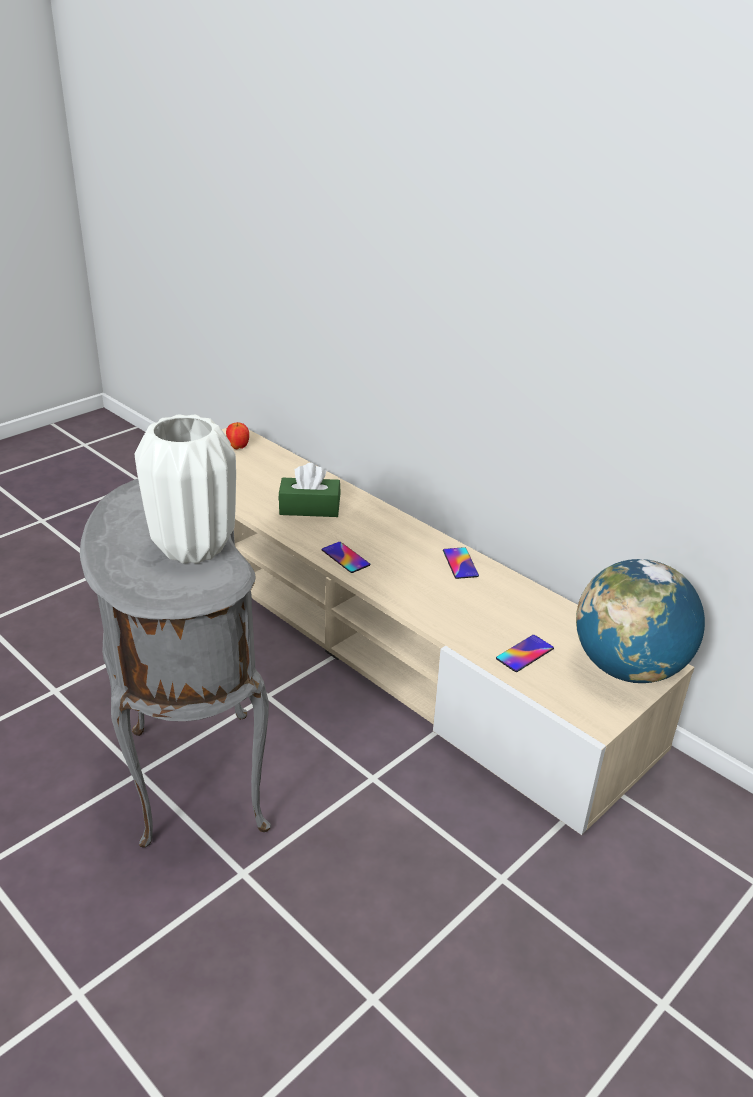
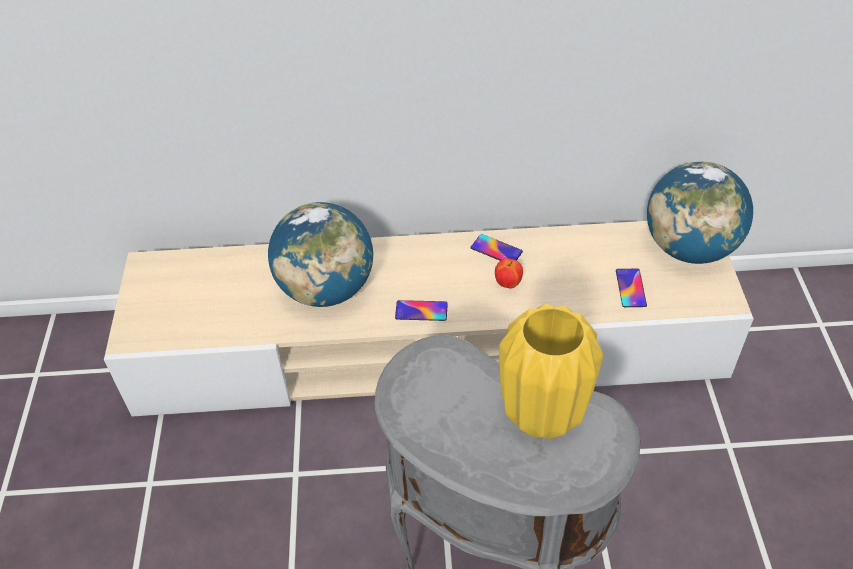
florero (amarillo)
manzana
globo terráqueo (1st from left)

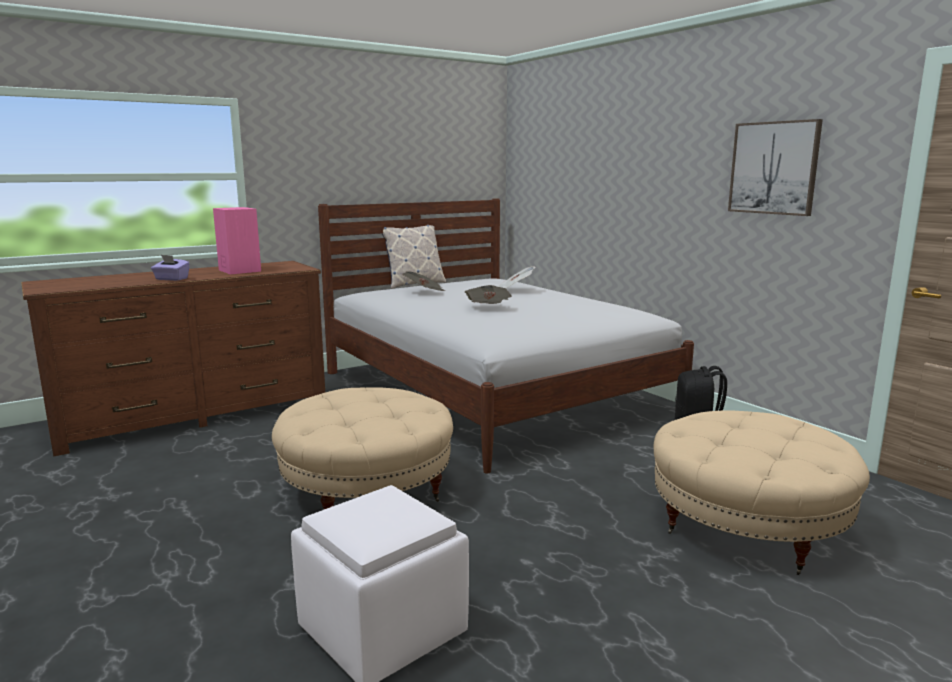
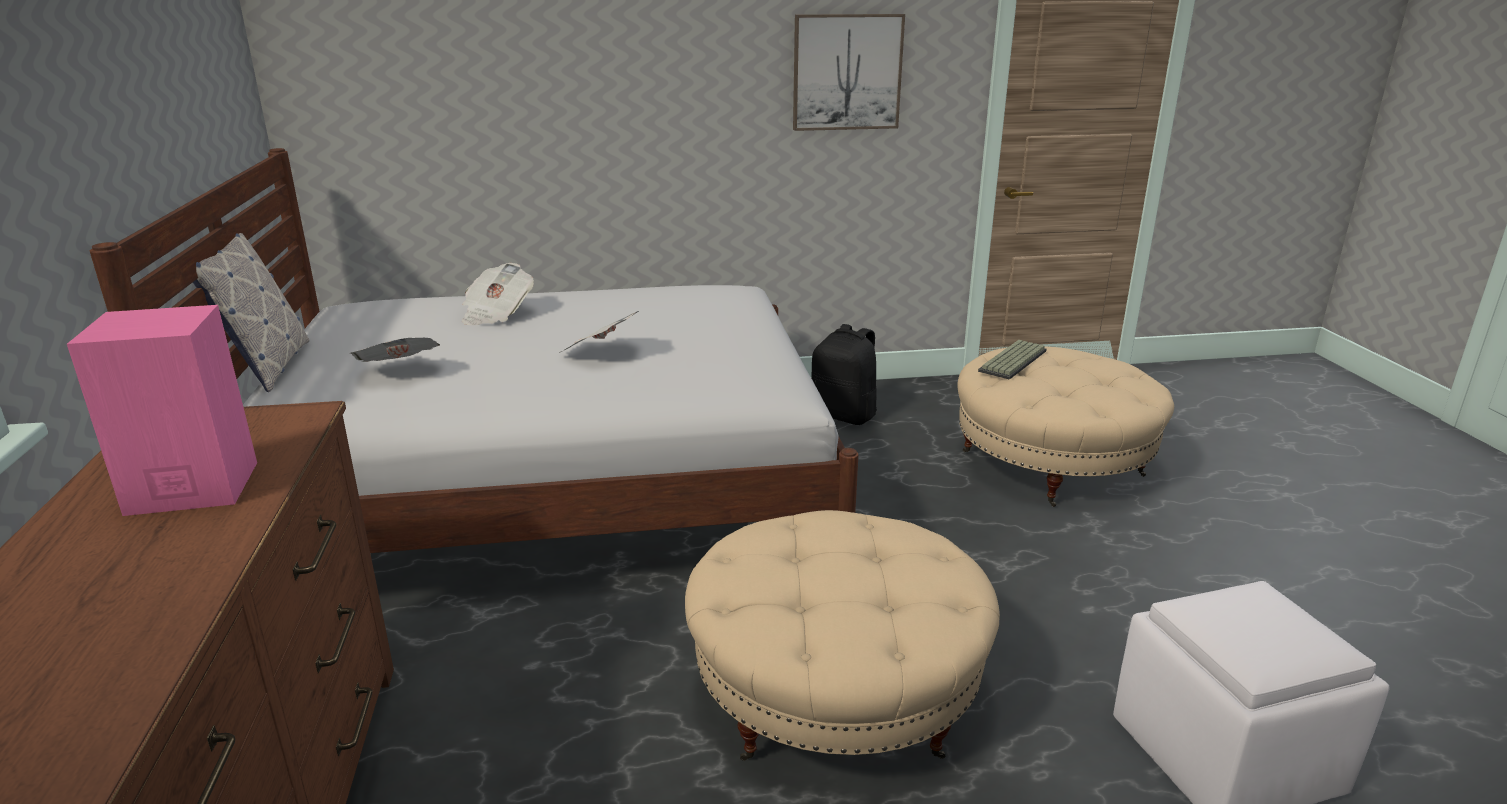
caja de pañuelos (morado)
teclado

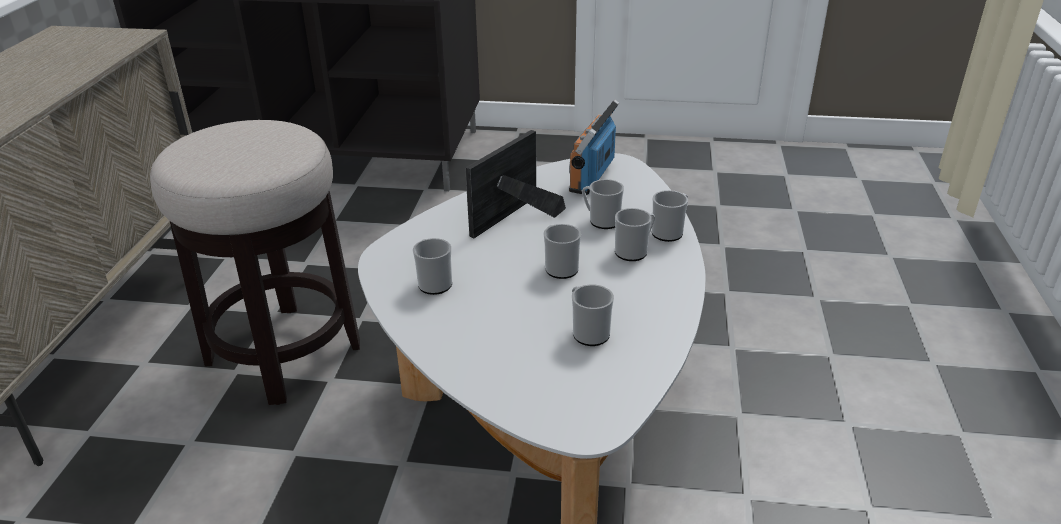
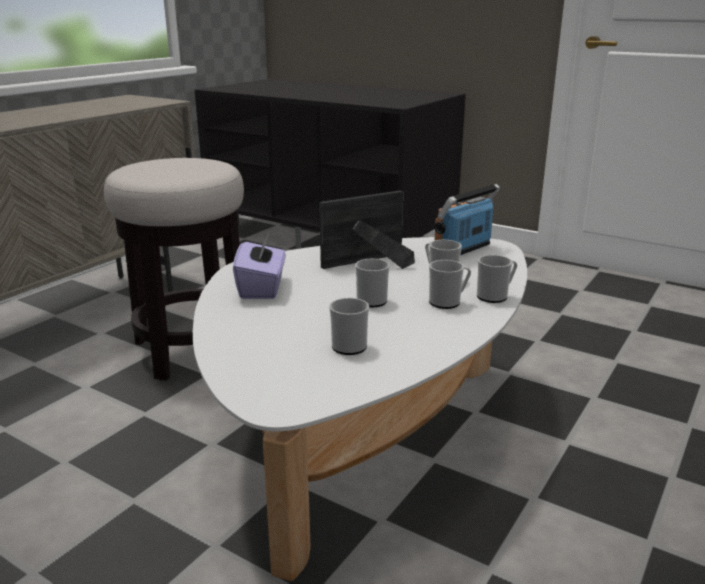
caja de pañuelos (morado)

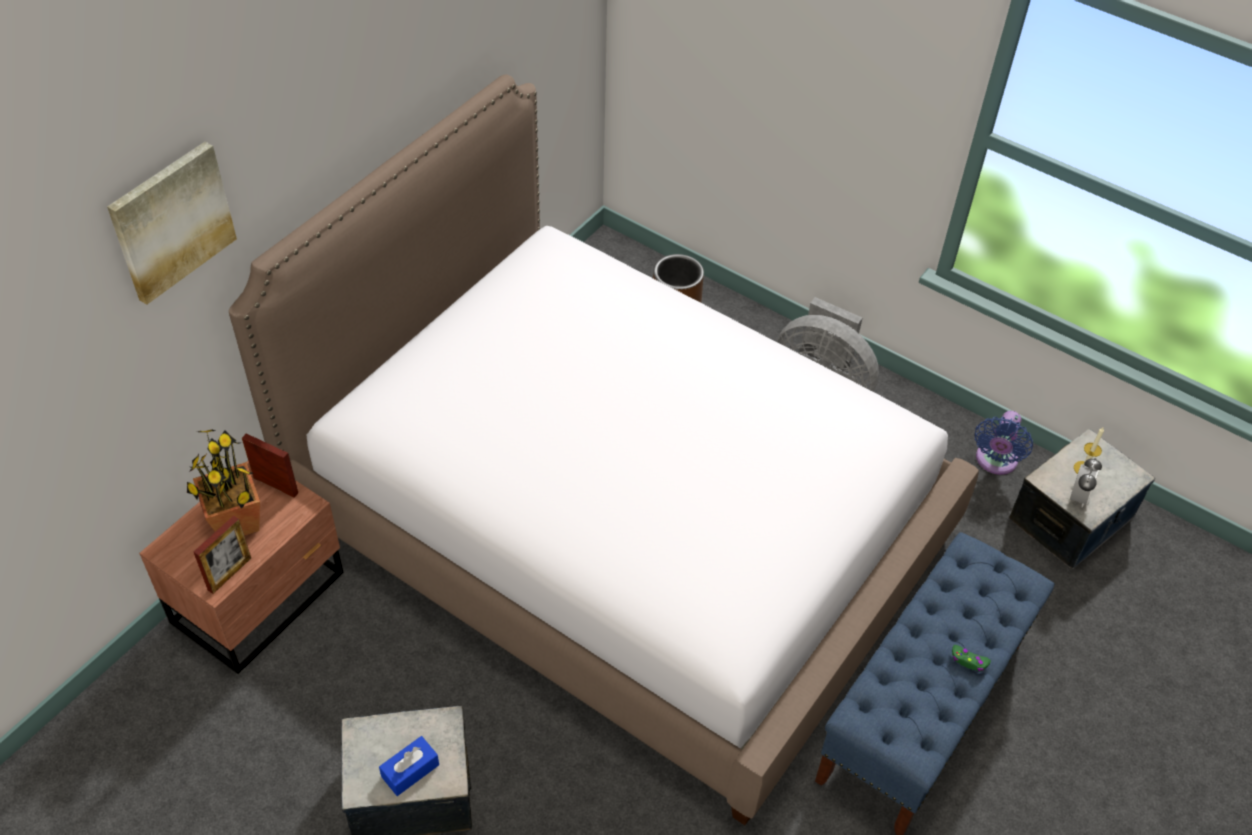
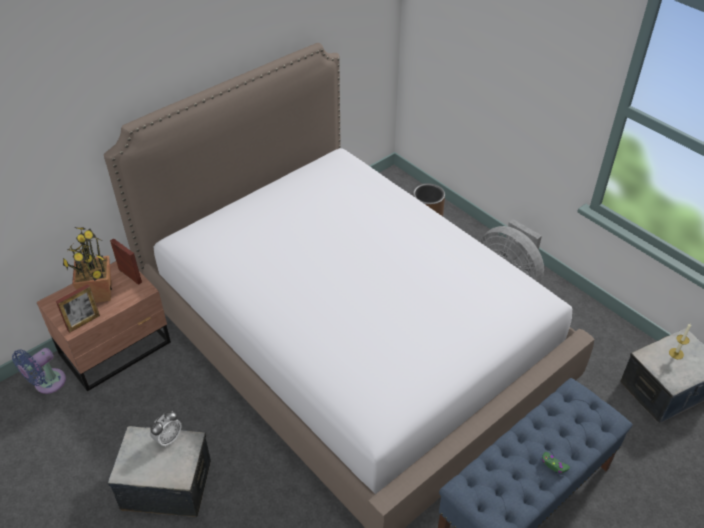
cuadro
ventilador (azul)
despertador
caja de pañuelos (azul)

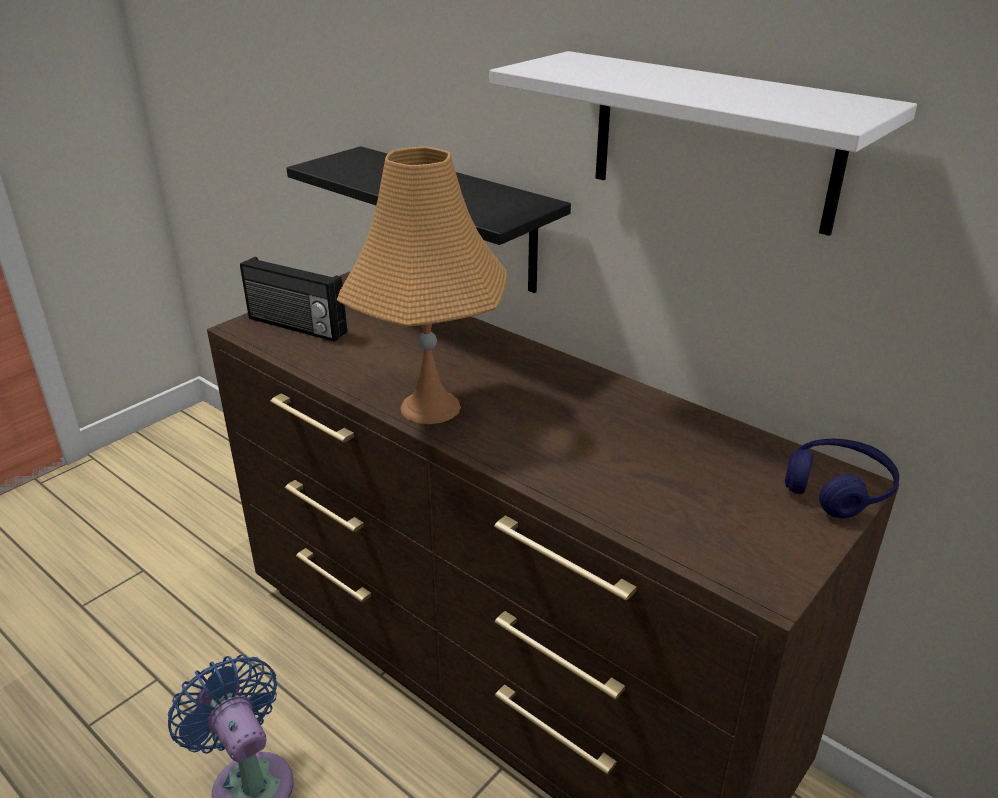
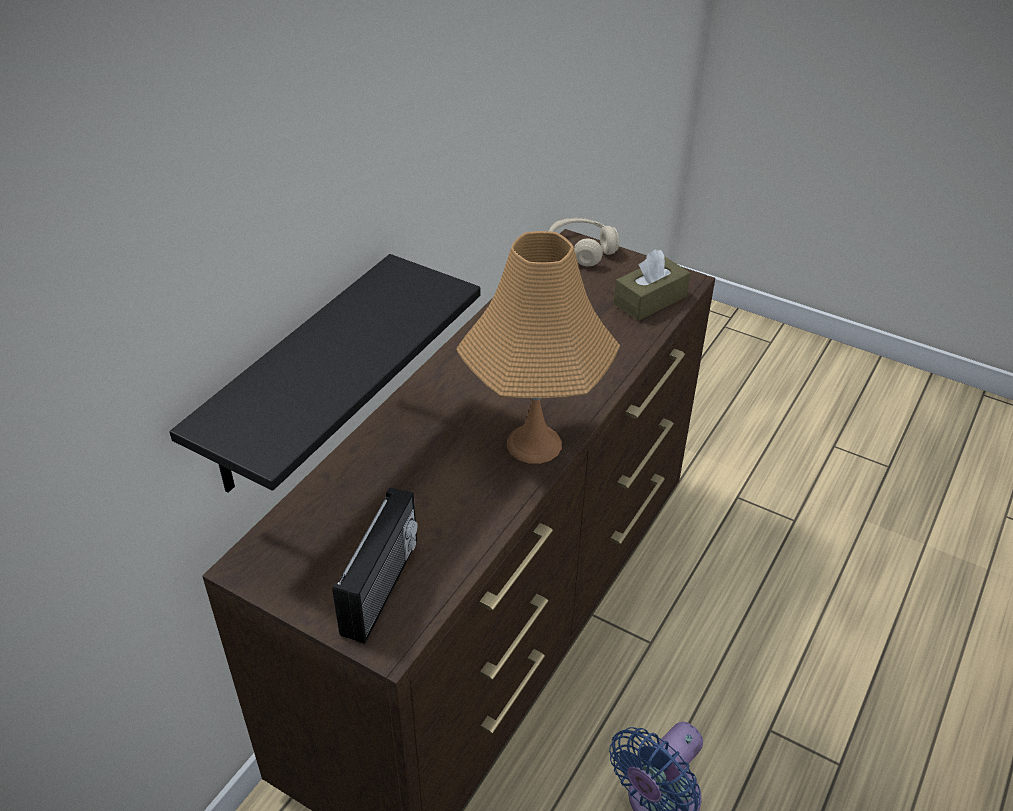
estante (blanco)
auriculares (beis)
caja de pañuelos (marrón)

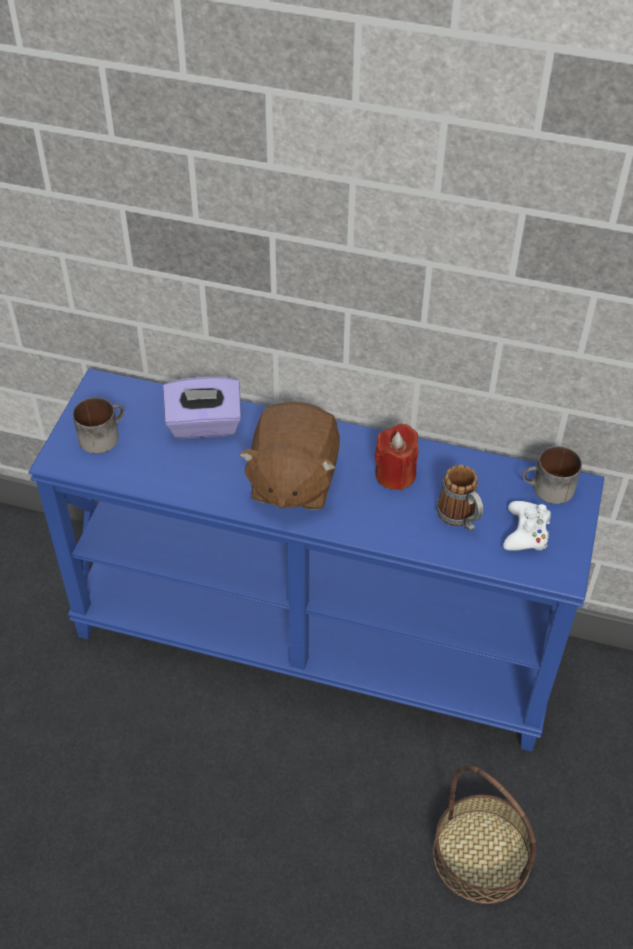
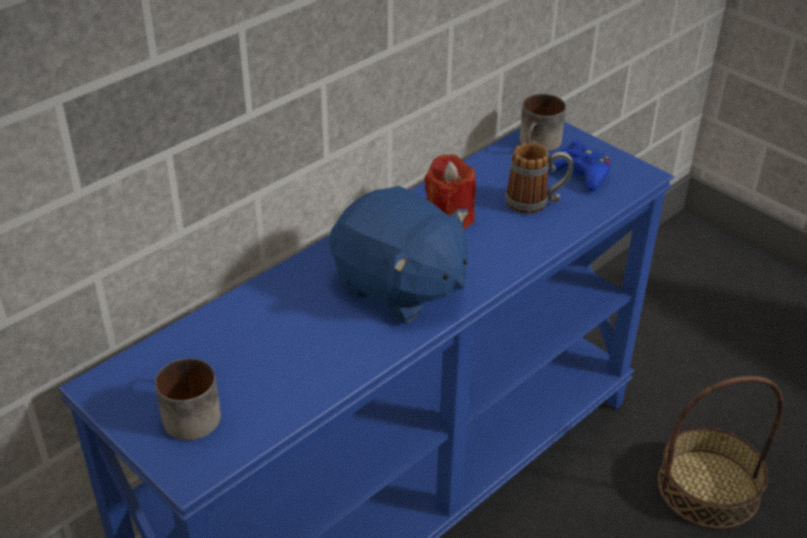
caja de pañuelos (morado)
peluche (azul)
mando de consola (azul)

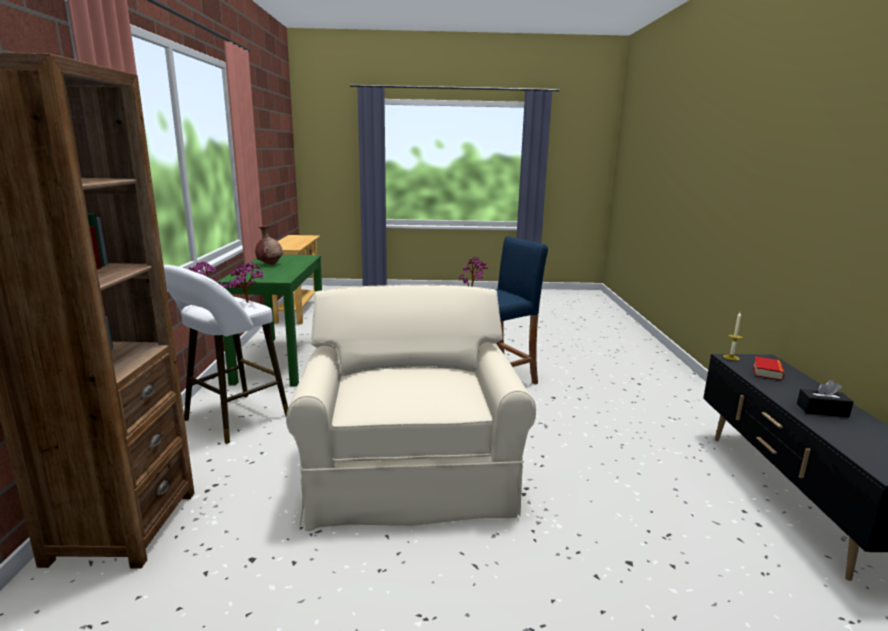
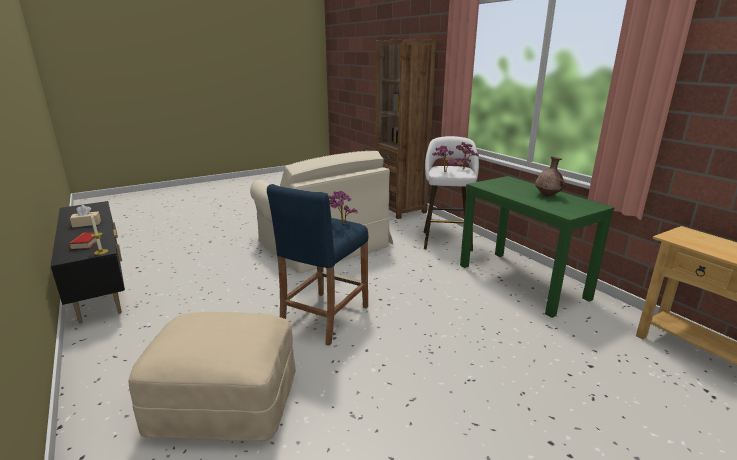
caja de pañuelos (beis)
puf (beis)

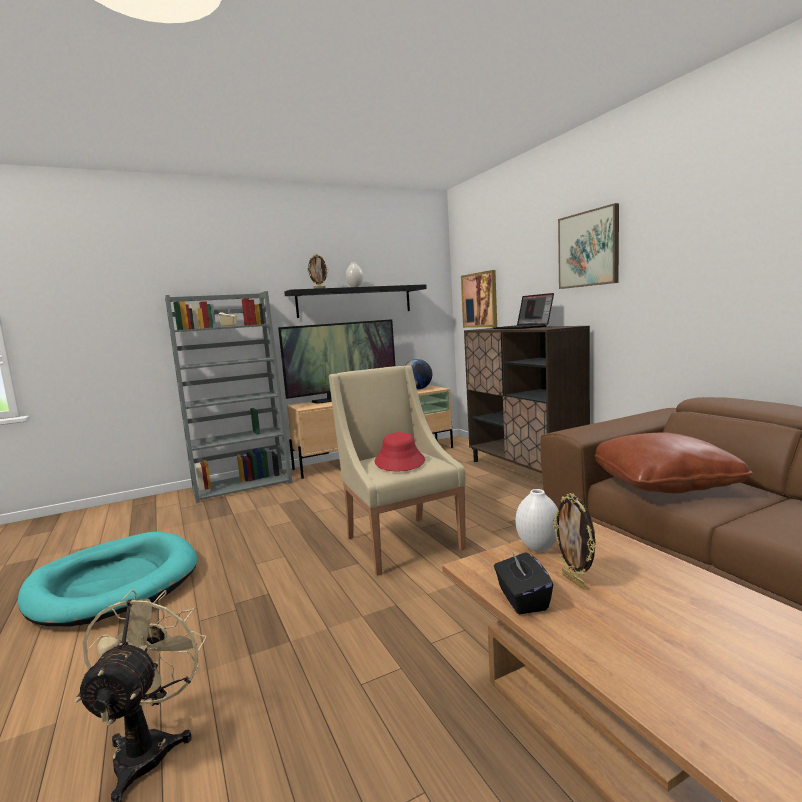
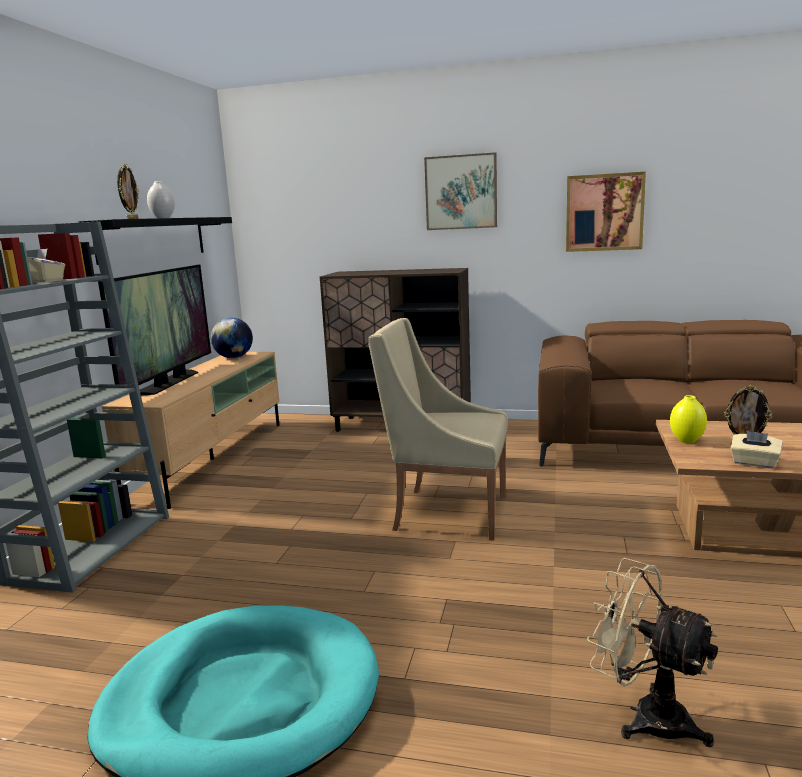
cuadro (2nd from left)
portátil
sombrero (rojo)
cojín (marrón)
florero (amarillo)
caja de pañuelos (beis) (2nd from left)

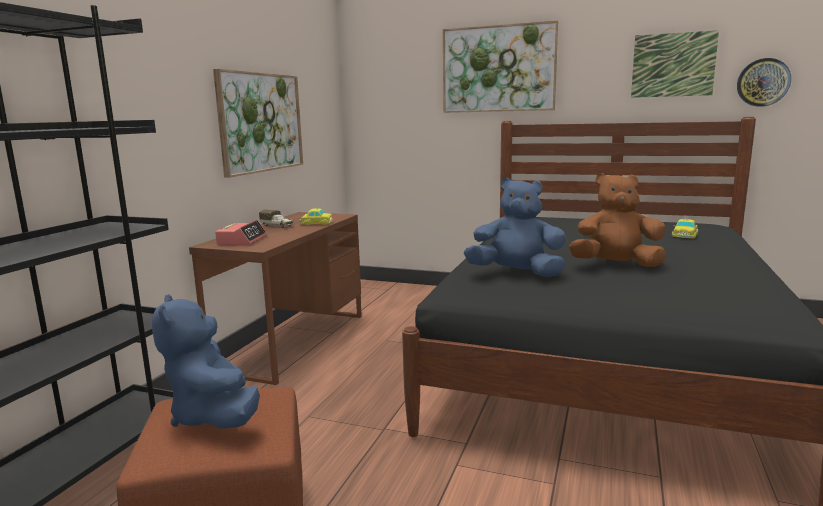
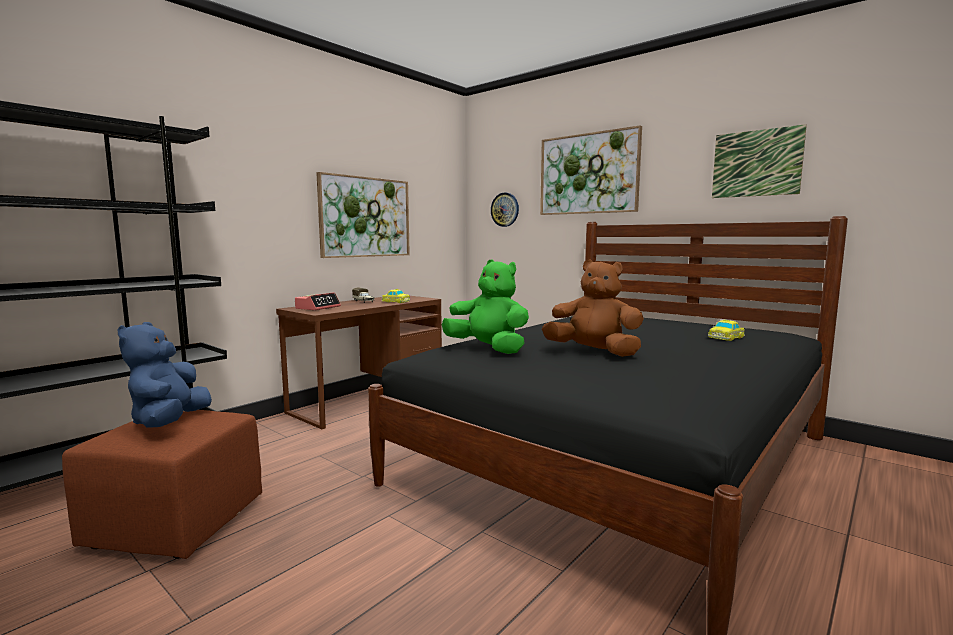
reloj de pared
peluche (verde)

